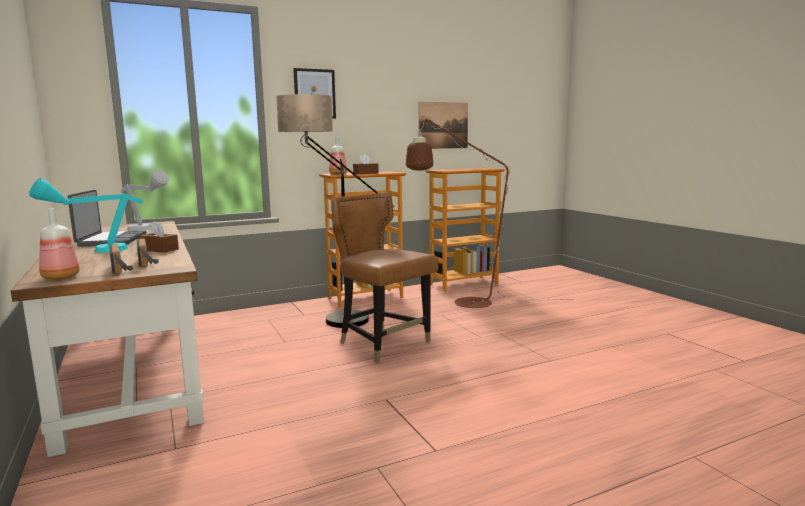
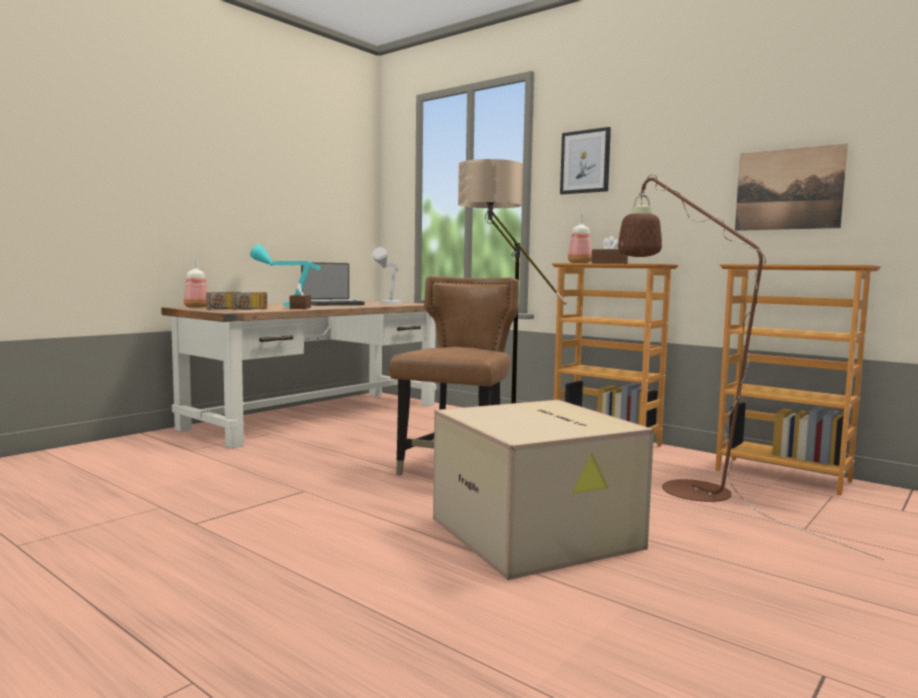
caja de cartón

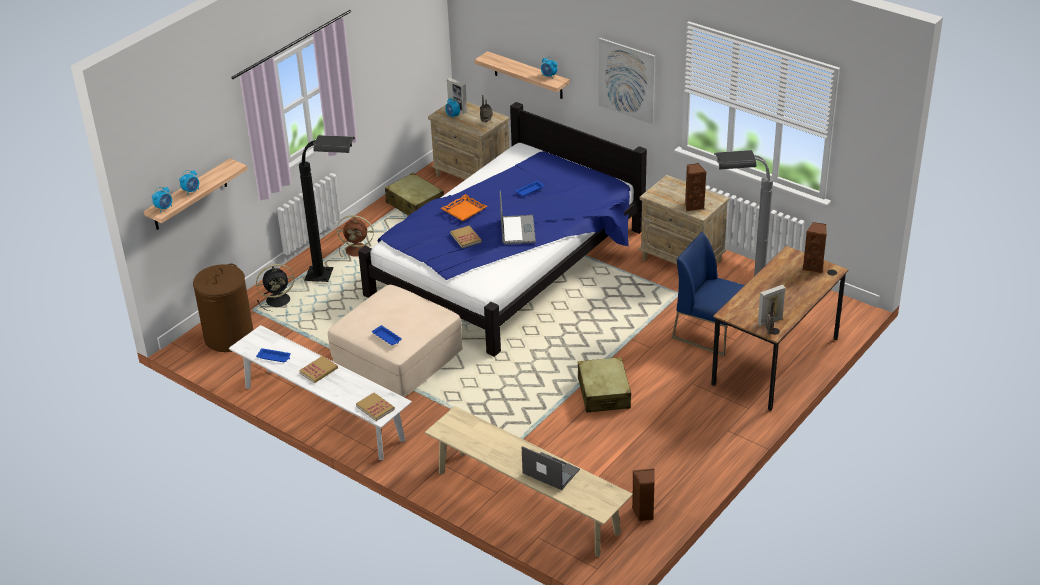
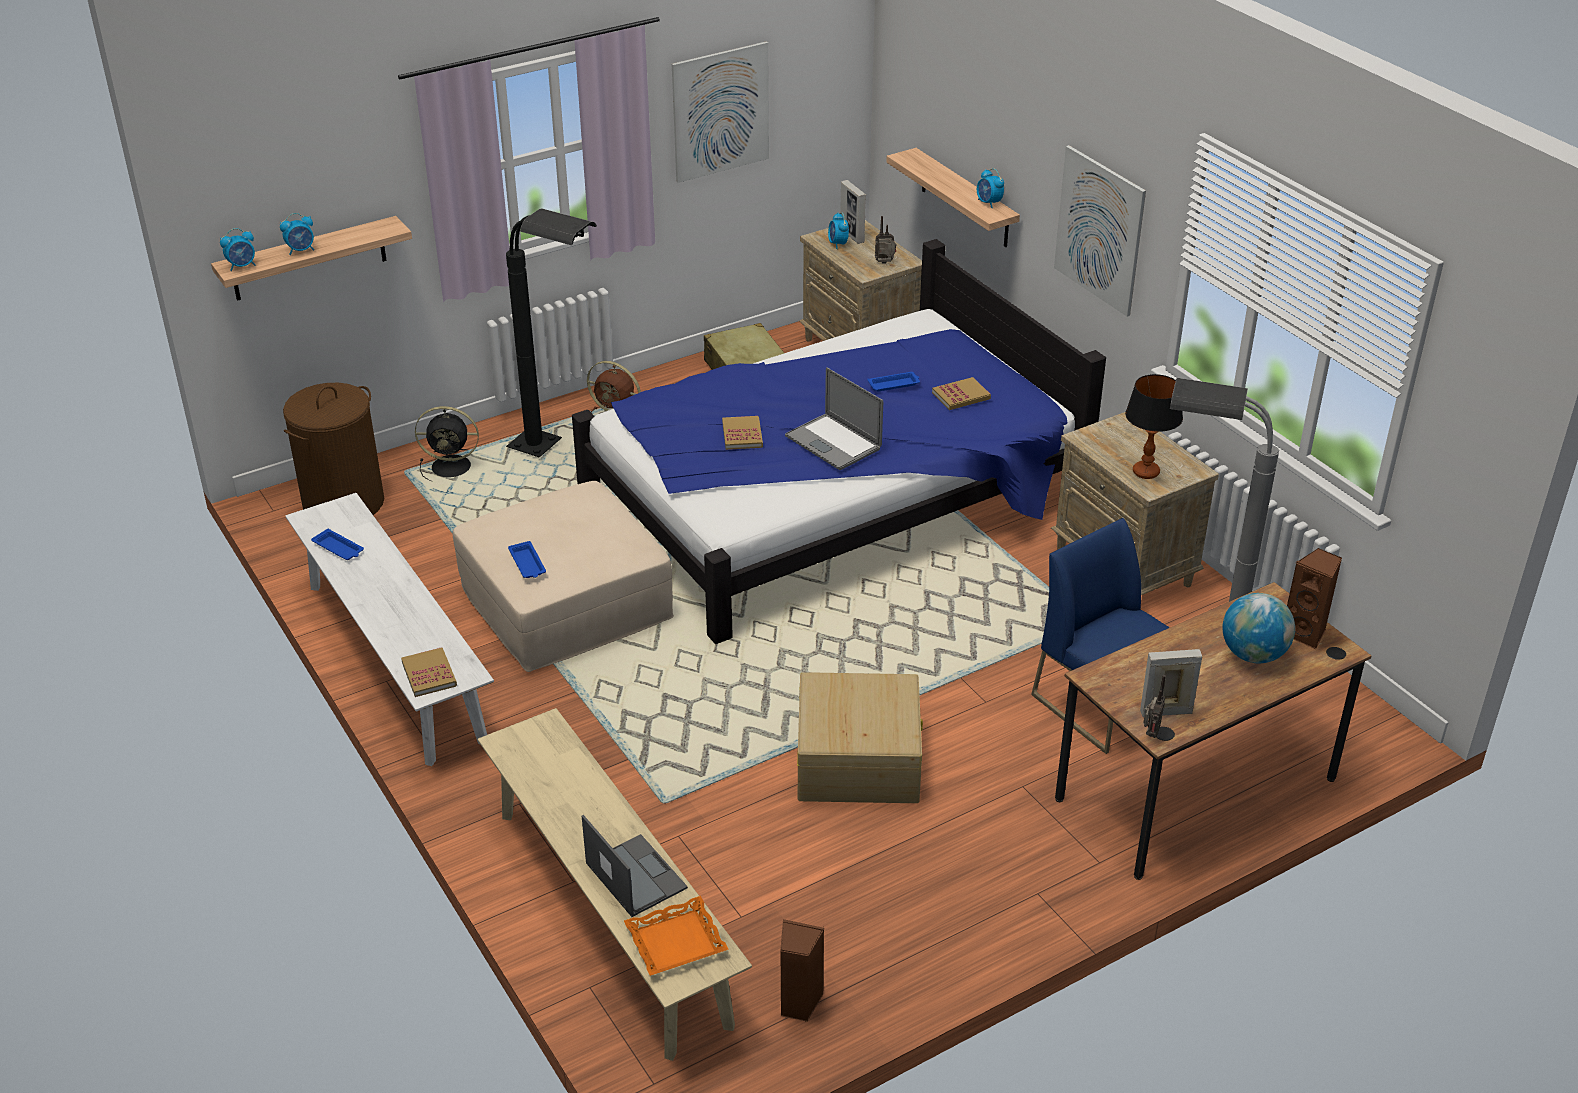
lámpara de mesa
portátil (2nd from left)
bandeja (naranja)
libro (3rd from left)
caja de almacenaje (beis)
cuadro (1st from left)
globo terráqueo

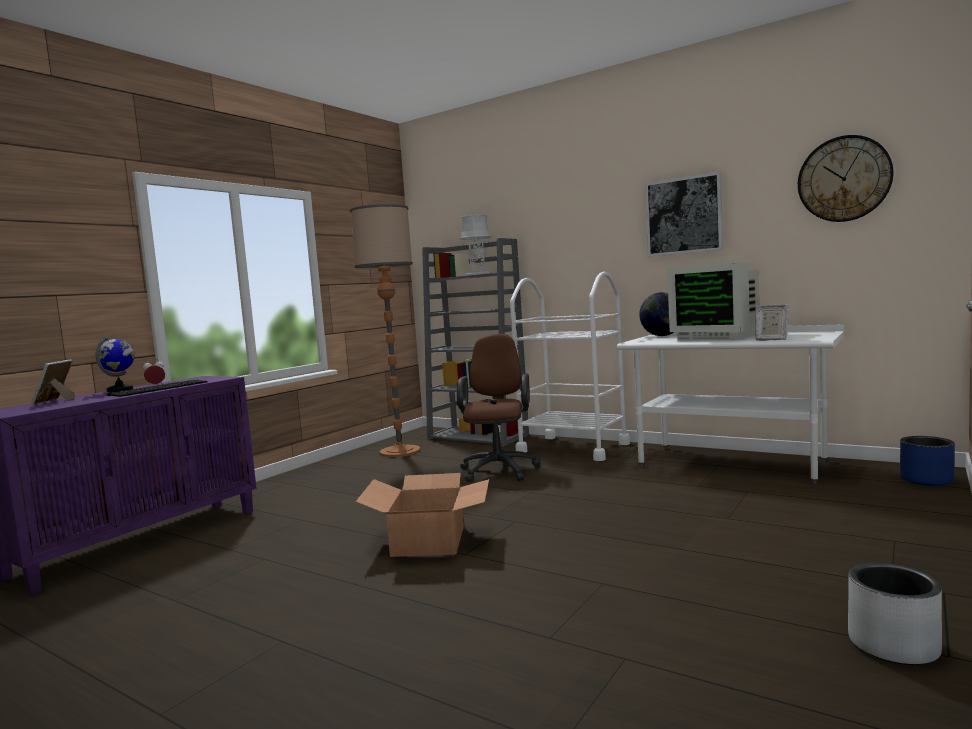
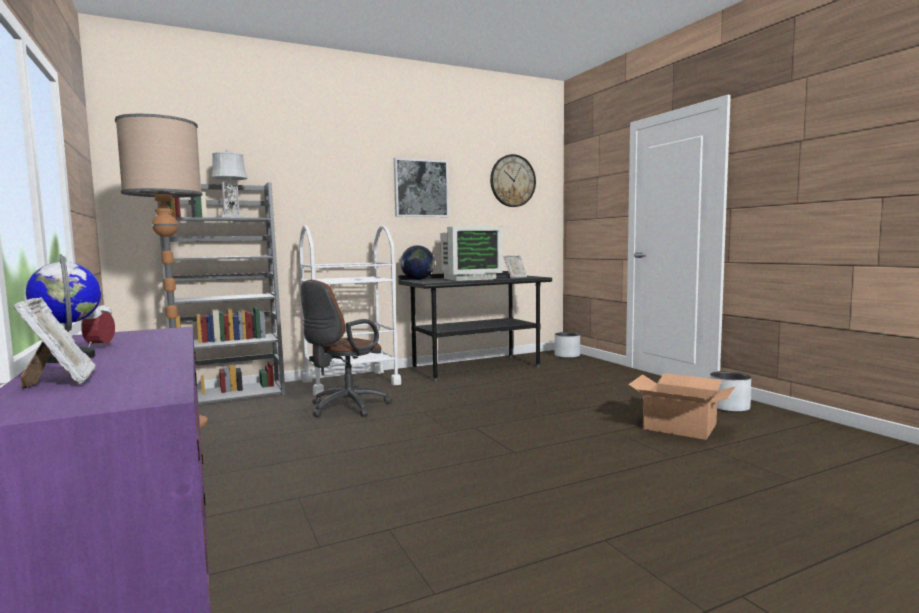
escritorio (negro)
silla de oficina (marrón)
portarretratos (1st from left)
teclado
maceta (gris) (1st from left)
caja de cartón

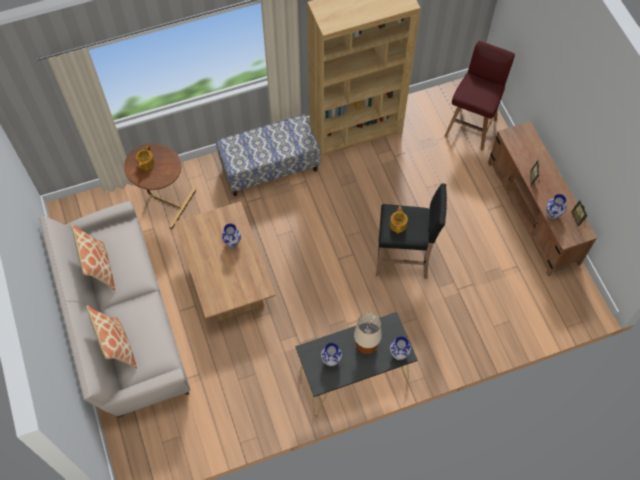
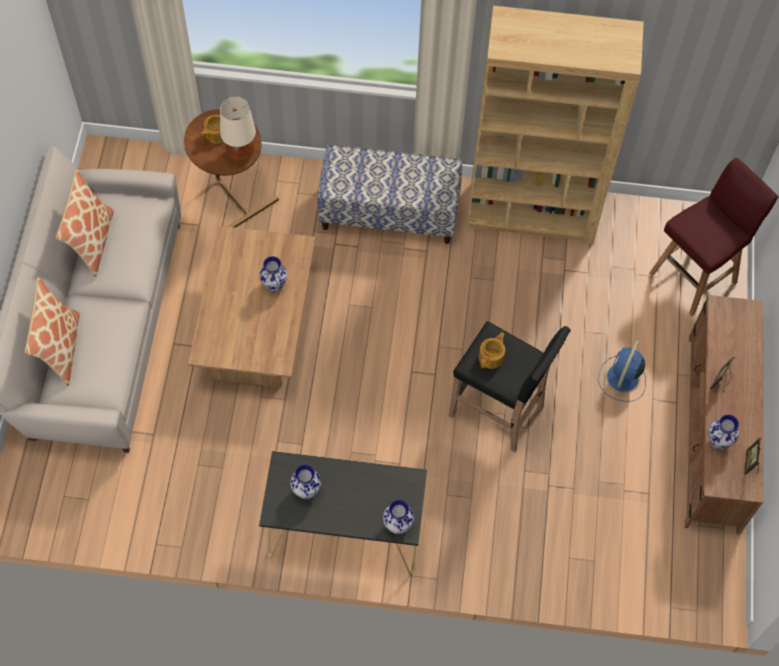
lámpara de mesa (beis)
ventilador (azul)

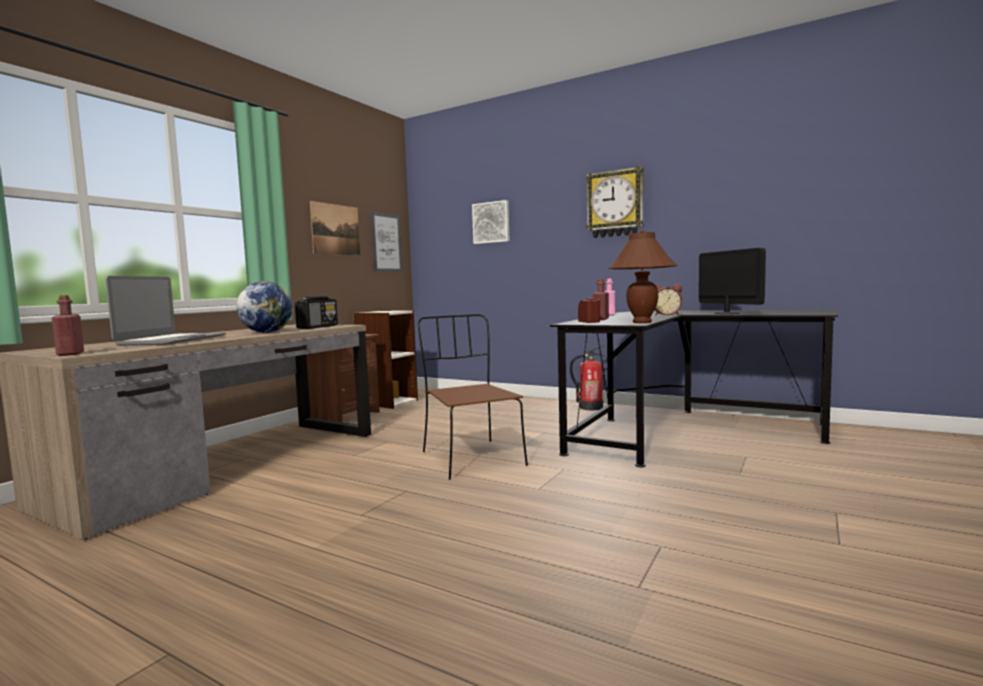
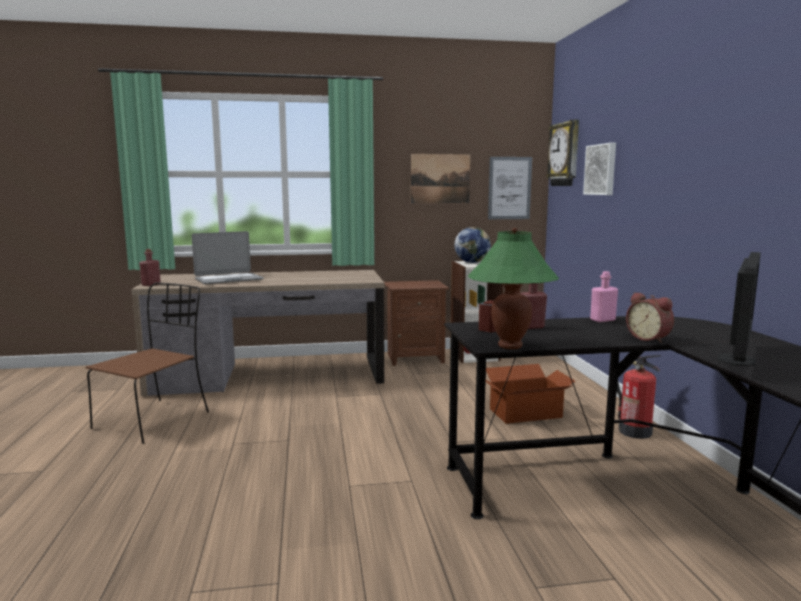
reloj de pared
lámpara de mesa (verde)
globo terráqueo
radio
silla (marrón)
caja de cartón

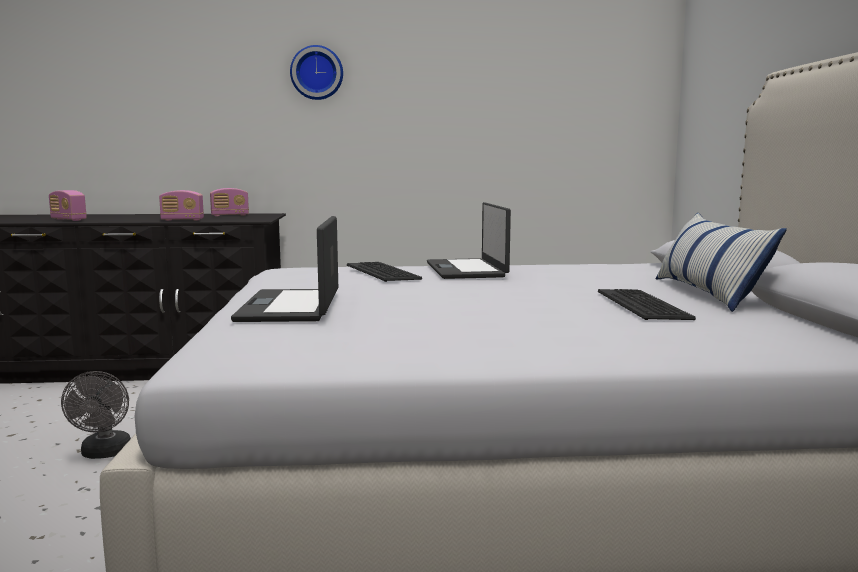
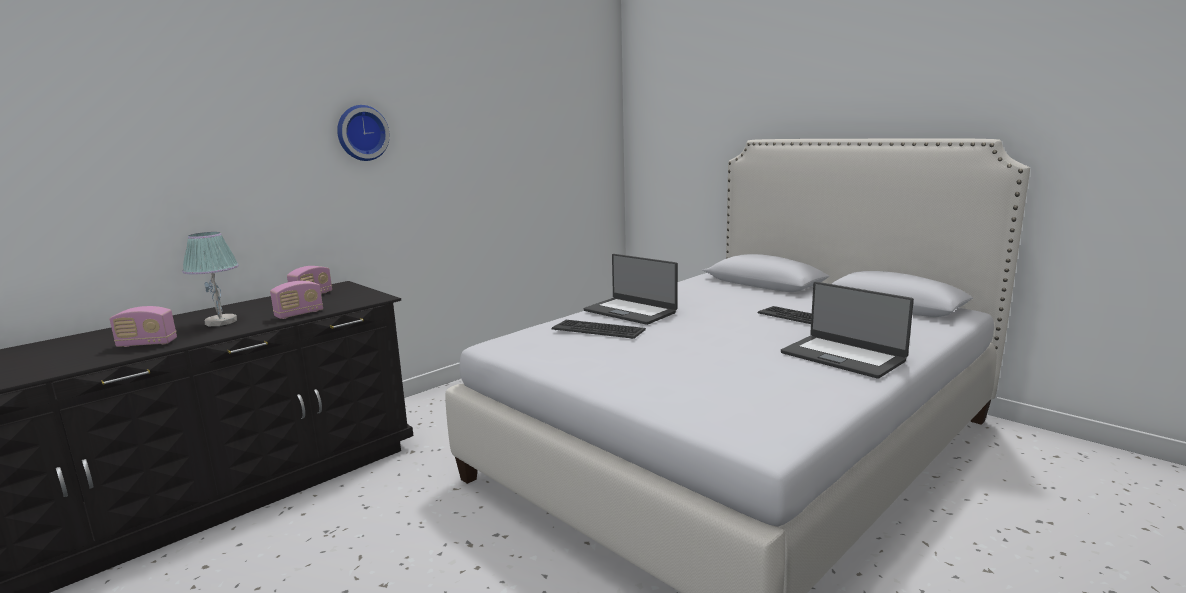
cojín
portátil (2nd from left)
ventilador (gris)
lámpara de mesa

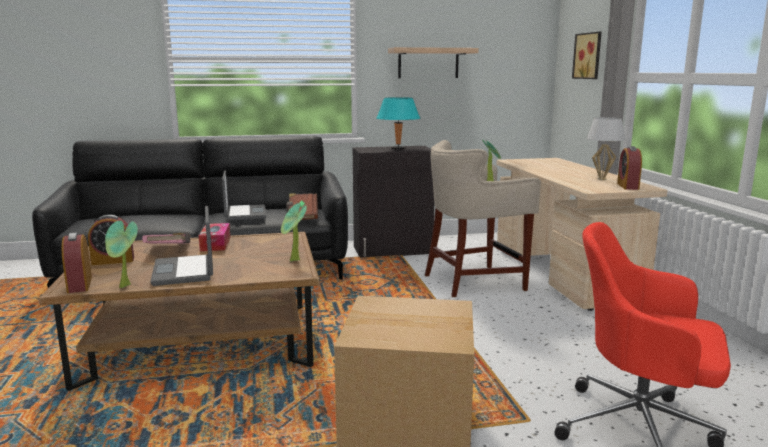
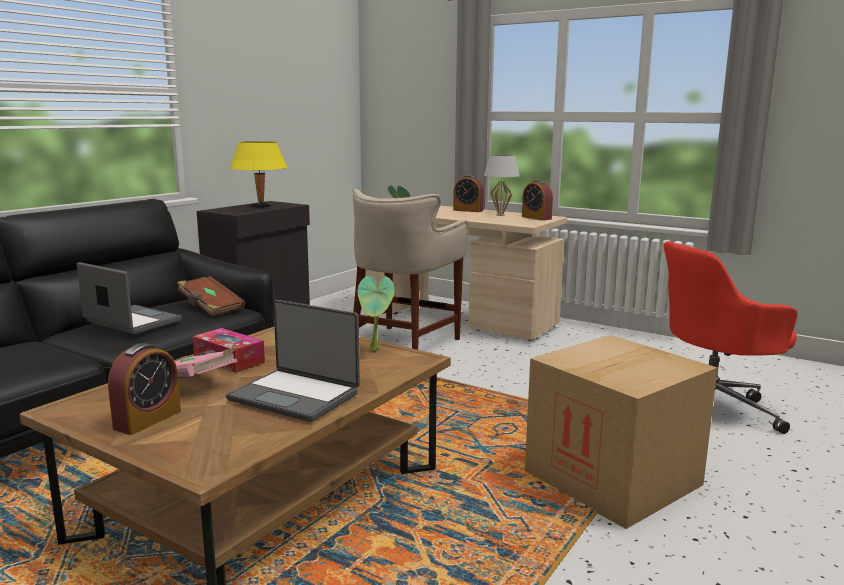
cuadro
estante
lámpara de mesa (amarillo)
planta en maceta (1st from left in the first image)
despertador (2nd from left)

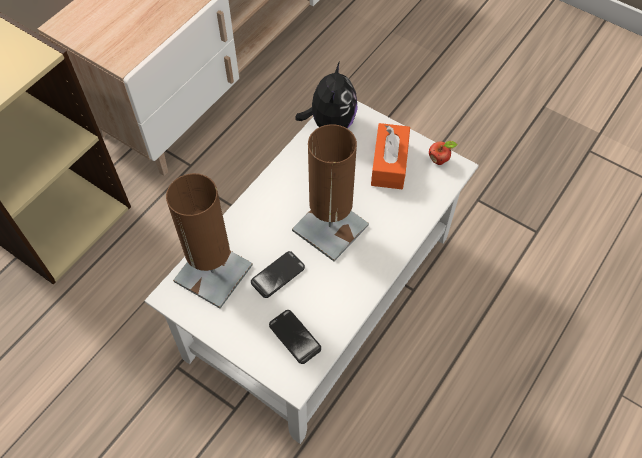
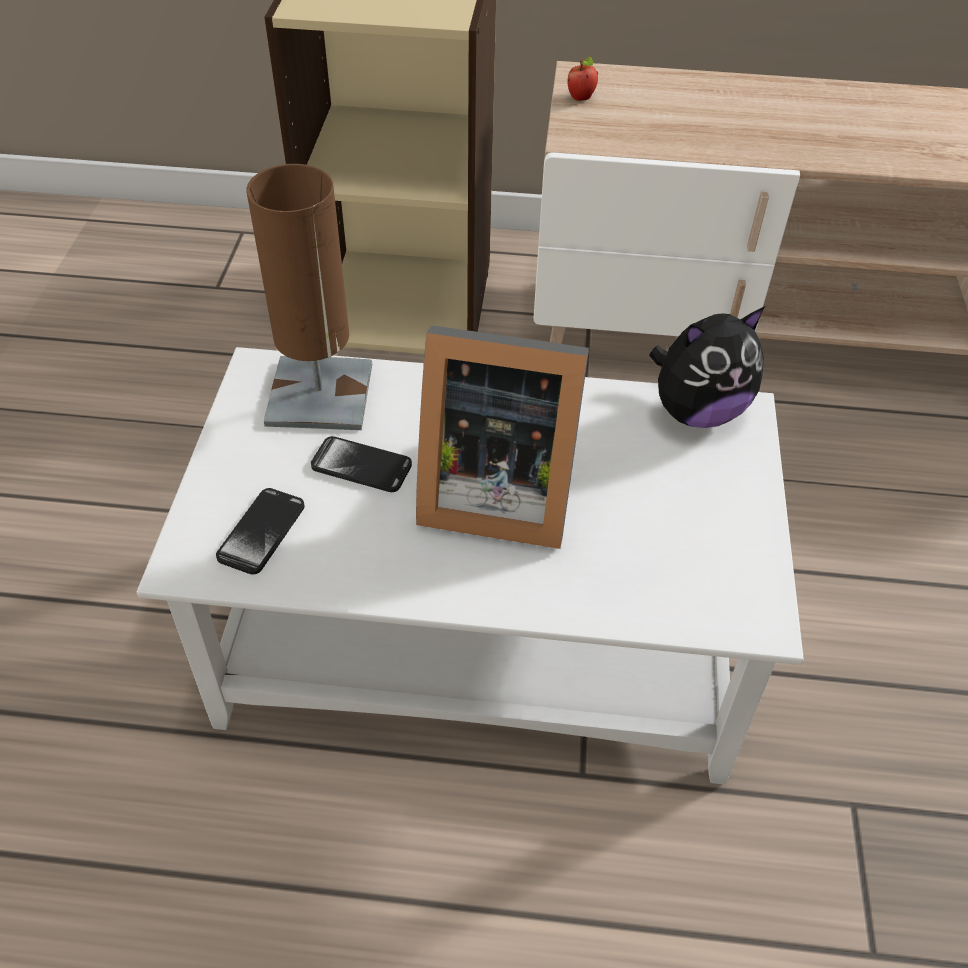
caja de pañuelos (naranja)
portarretratos
manzana

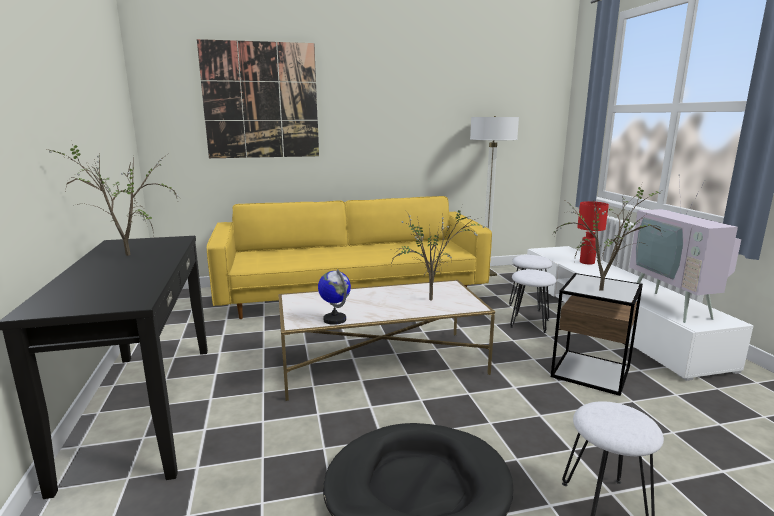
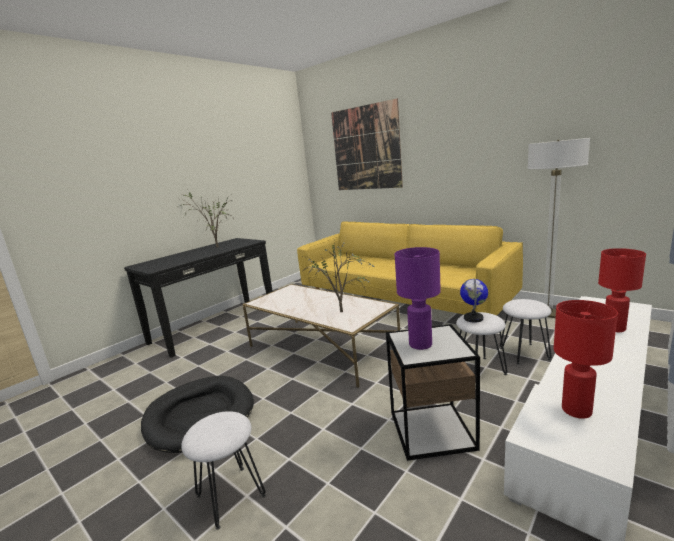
lámpara de mesa (rojo) (1st from left)
lámpara de mesa (morado)
globo terráqueo

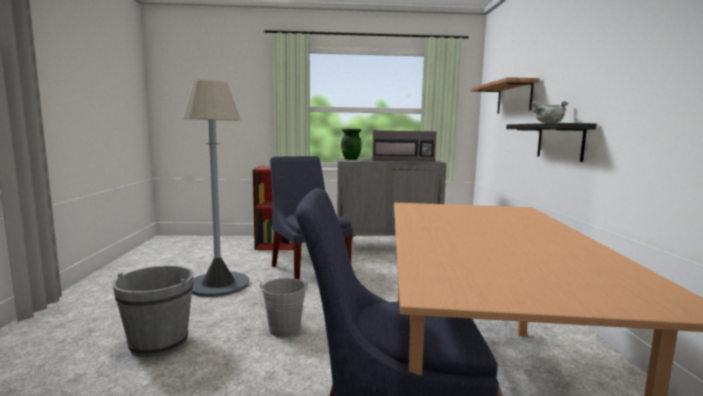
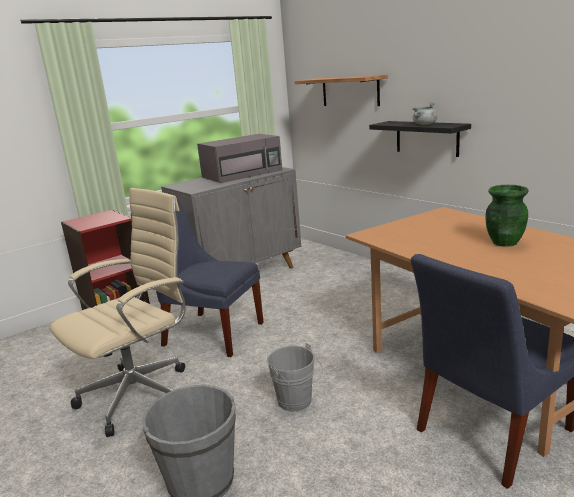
silla de oficina (beis)
florero (verde)

